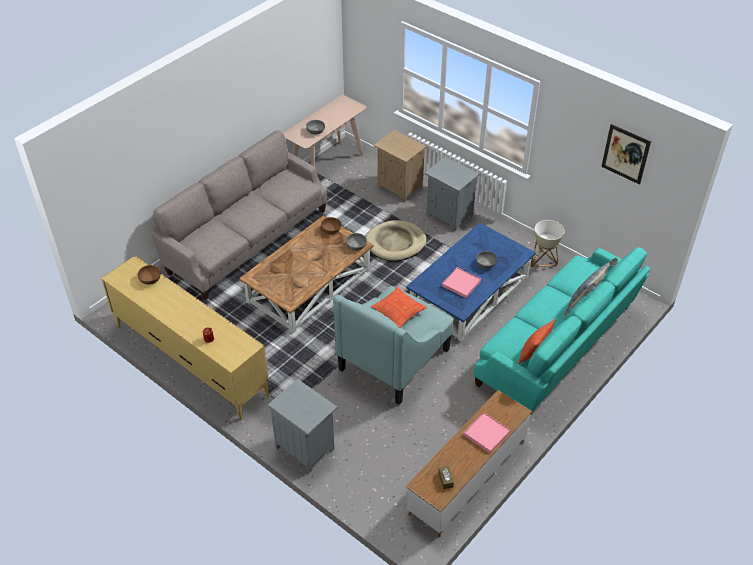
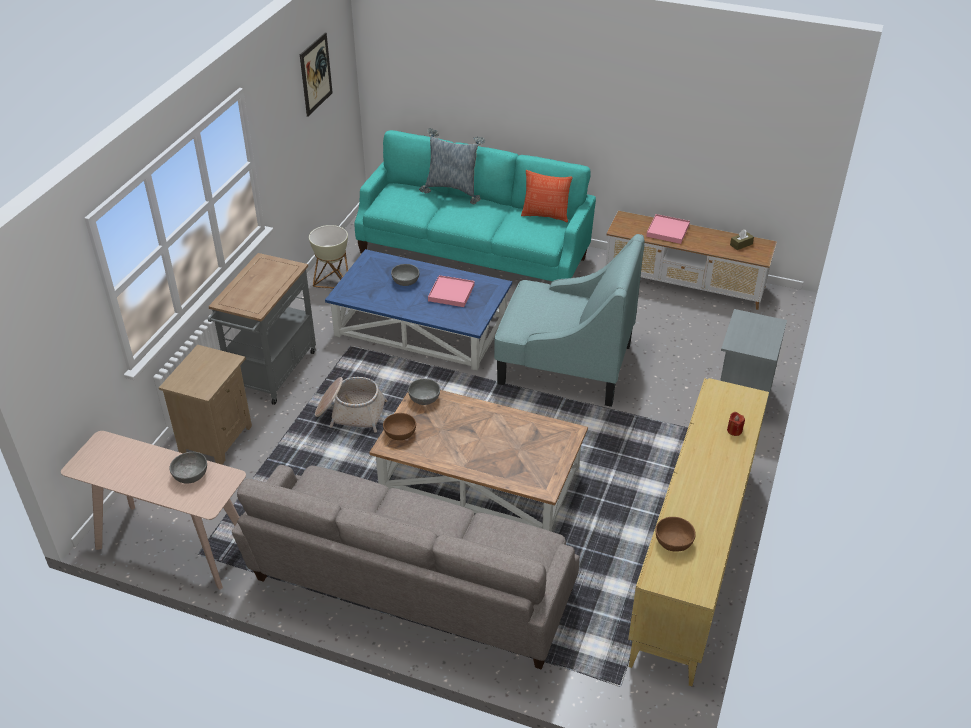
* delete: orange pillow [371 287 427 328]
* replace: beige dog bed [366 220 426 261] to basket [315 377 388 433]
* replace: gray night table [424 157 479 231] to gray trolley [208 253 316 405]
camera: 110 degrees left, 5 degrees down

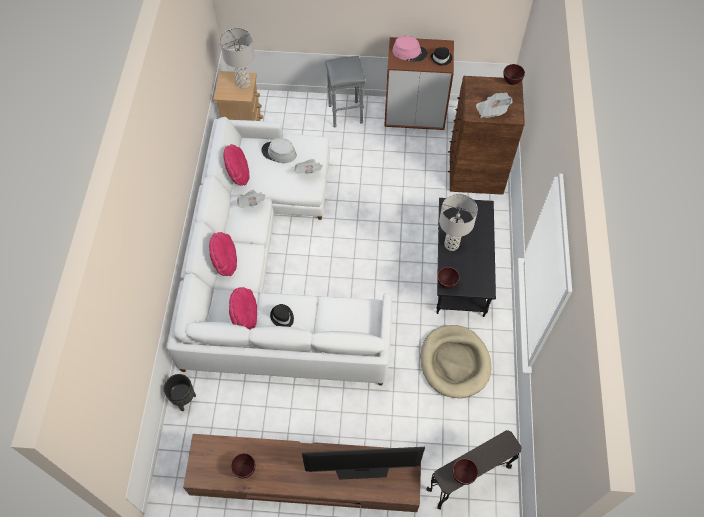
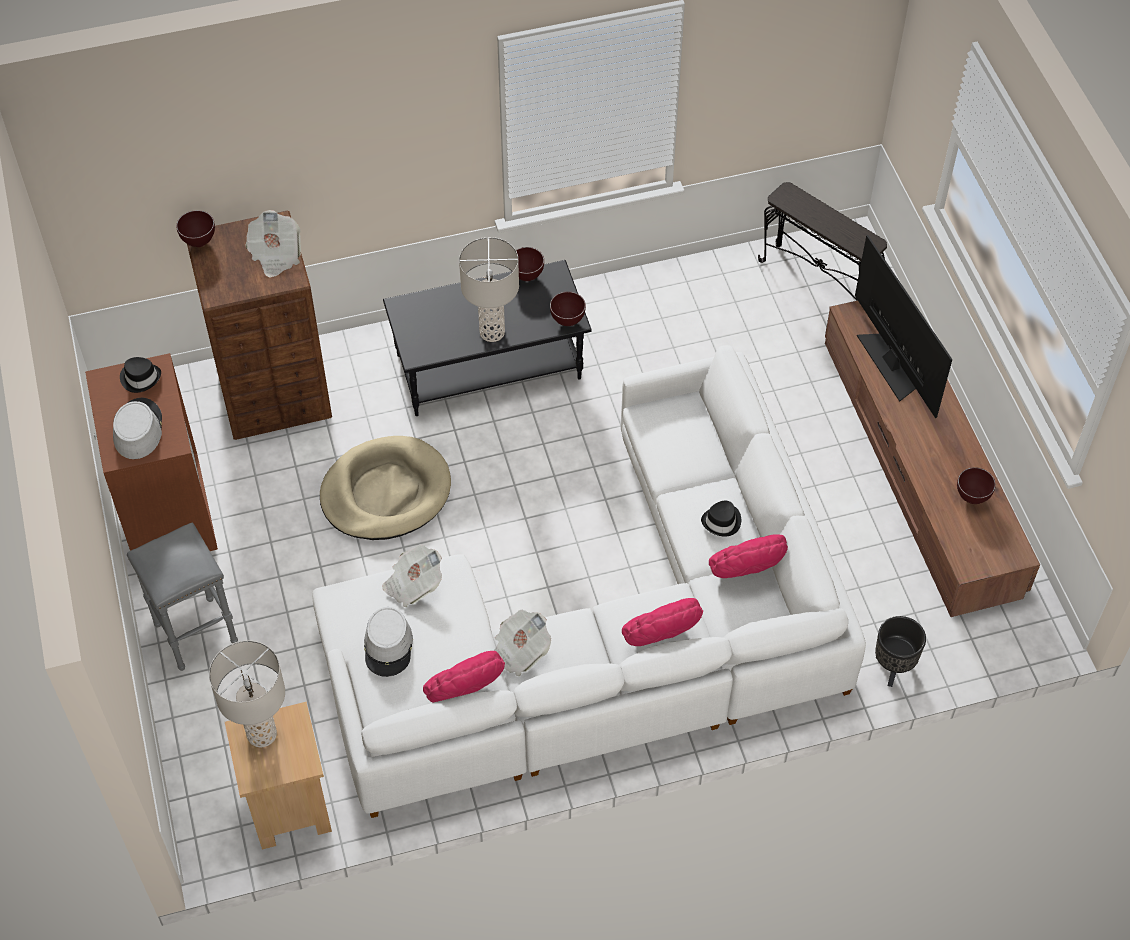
* move: beige dog bed [421 325 491 398] to [320 436 451 540]
* move: brown bowl [453 458 478 485] to [516 247 544 281]
* recolor: pink-coloured wearable hat [392 36 428 62] to gray wearable hat [113 398 162 459]
camera: 110 degrees left, 5 degrees down

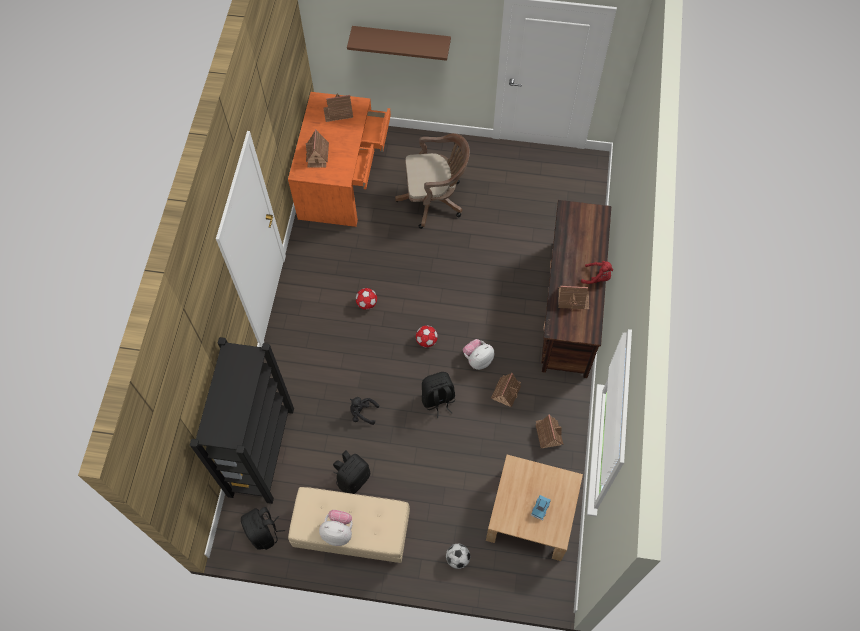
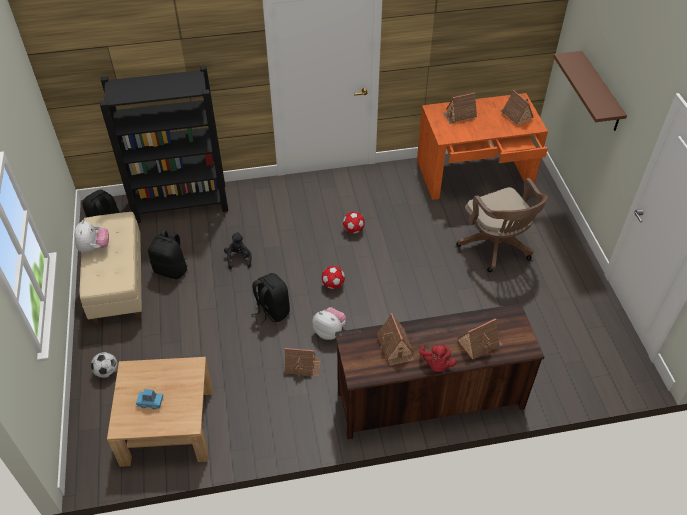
* move: toy house [536 415 563 448] to [457 319 503 359]
camera: 70 degrees right, 15 degrees down

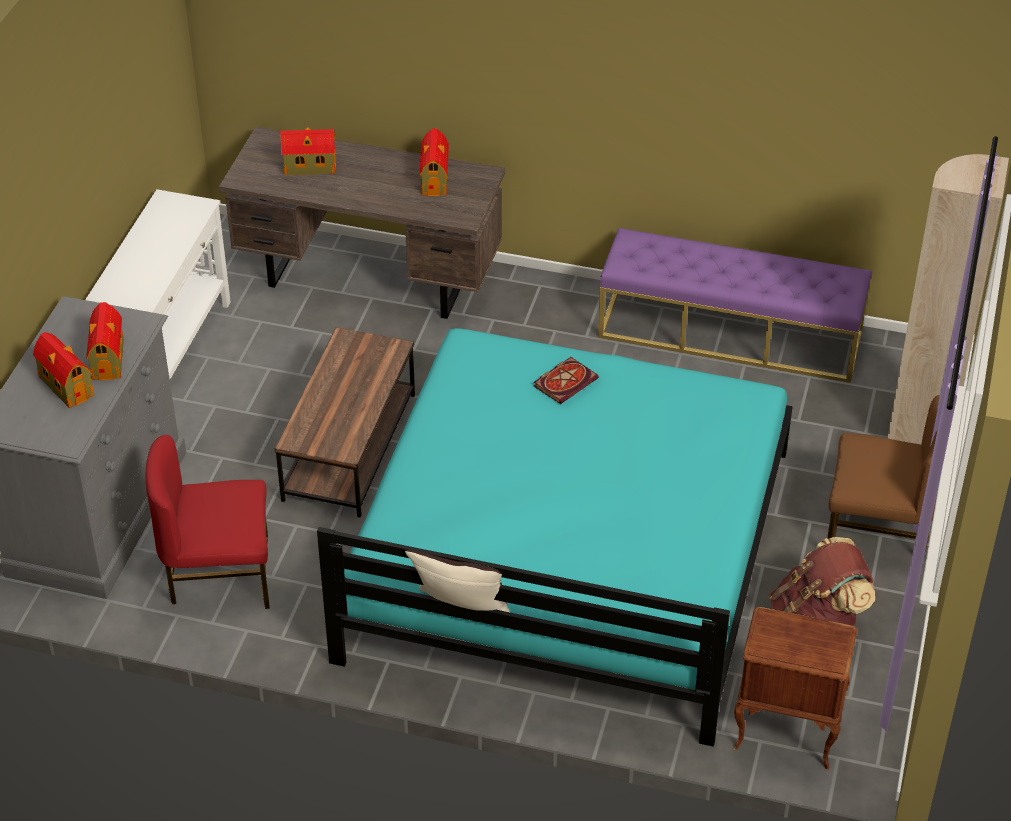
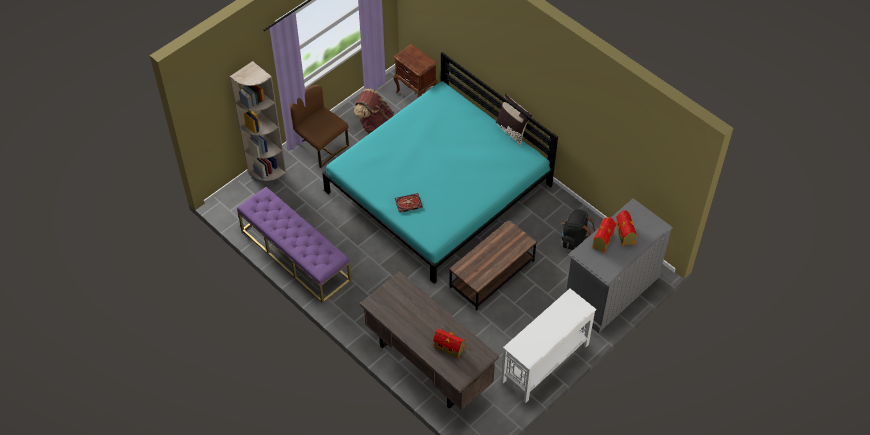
* delete: toy house [419 129 449 196]
* replace: red-coloured chair [146 435 270 609] to blackish rucksack [561 209 596 250]
camera: 150 degrees left, 10 degrees up

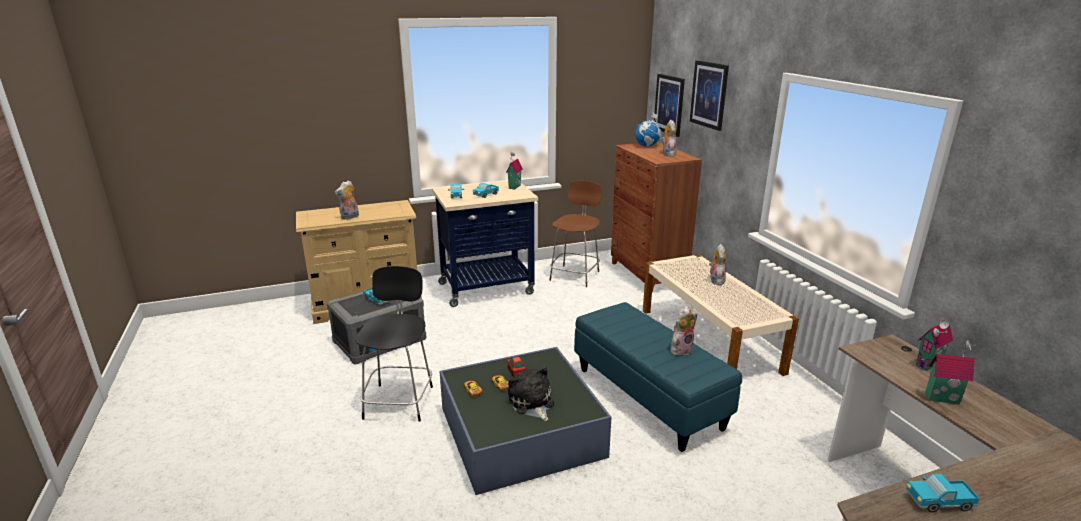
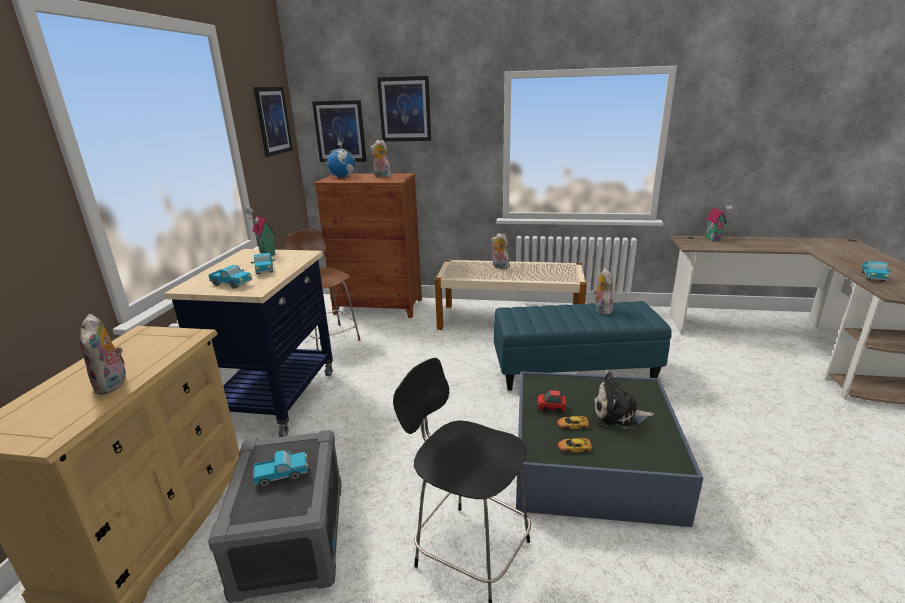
* delete: toy house [925 340 976 404]
* insert: wall art [253 87 292 157]
camera: 60 degrees left, 0 degrees up

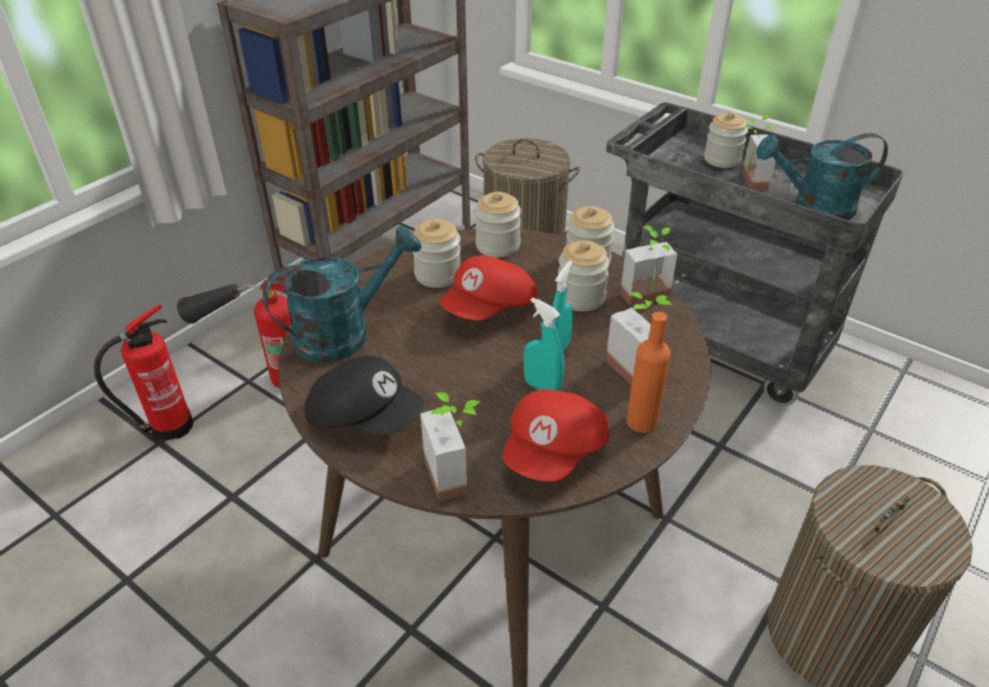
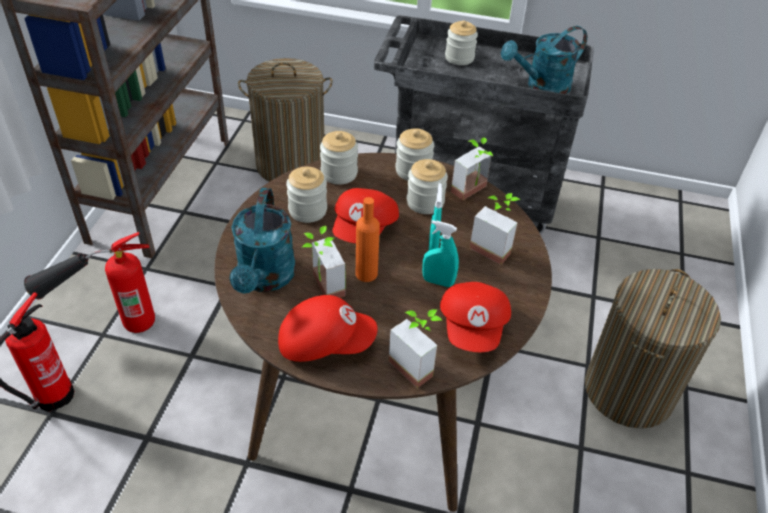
* move: orange beverage bottle [626 312 671 433] to [356 197 380 282]
* move: plant in a pot [742 115 776 190] to [302 226 345 298]
* recolor: blackish peaked cap [305 356 424 435] to red-coloured peaked cap [278 295 378 362]
* rotate: blue-green sprinkling can [263 226 422 363] = [230 188 296 294] 150 degrees clockwise
camera: 25 degrees left, 5 degrees up

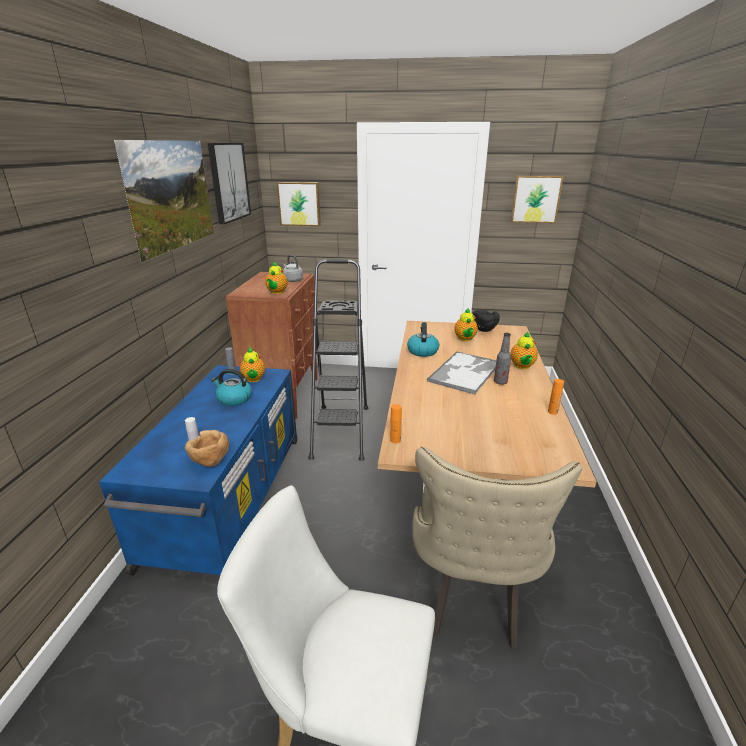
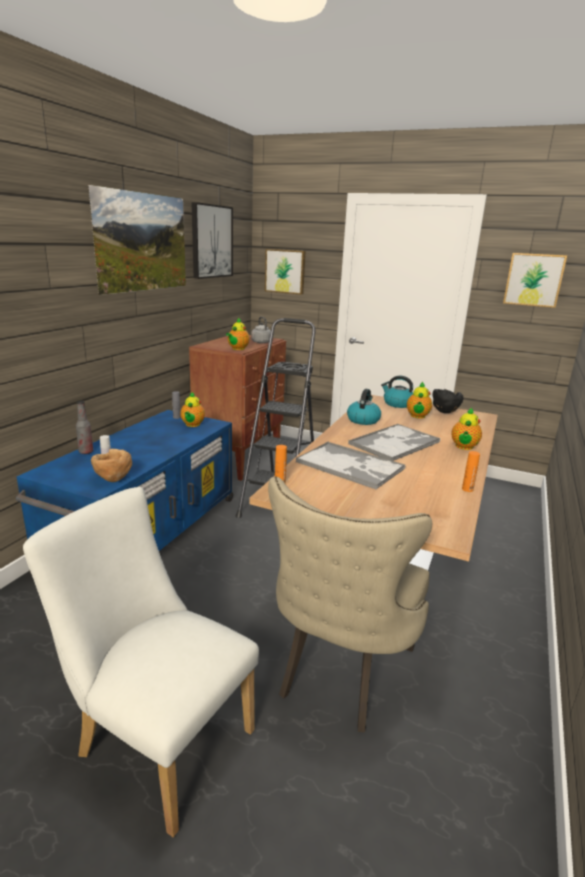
* insert: carrying tray [296 441 405 490]
* move: water kettle [211 369 252 406] to [381 376 413 408]
* move: beverage bottle [494 333 511 385] to [76 401 93 454]
camera: 15 degrees right, 5 degrees down

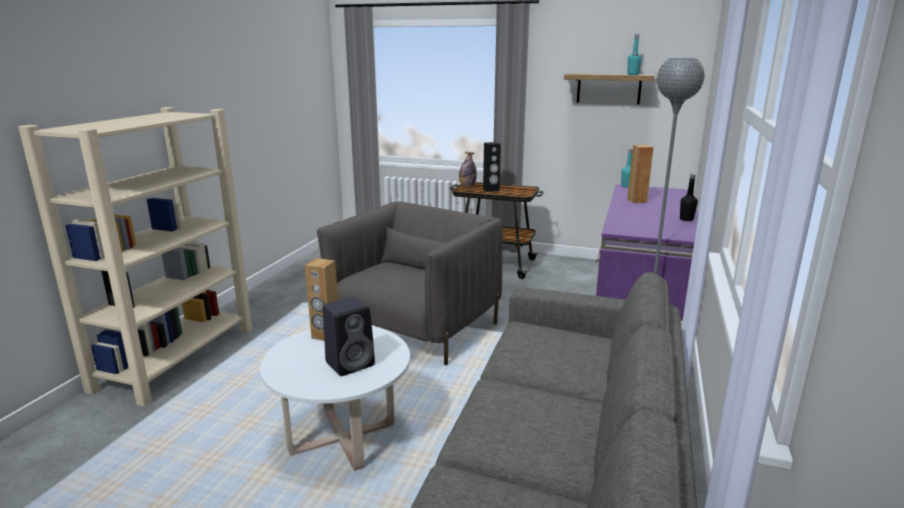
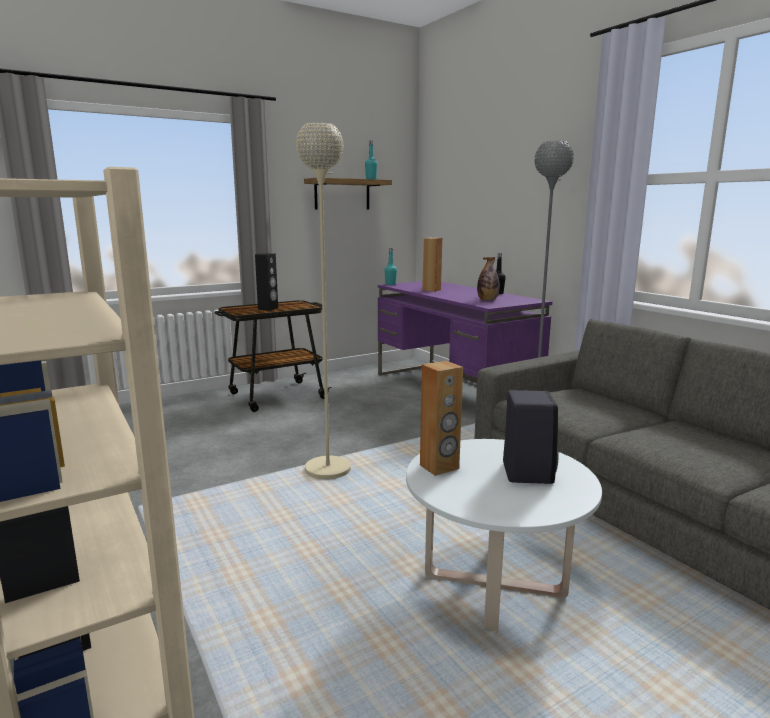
* move: beverage bottle [459 152 477 187] to [477 257 500 301]
* replace: gray armchair [317 202 503 365] to beige standard lamp [296 122 351 479]
camera: 50 degrees left, 5 degrees down

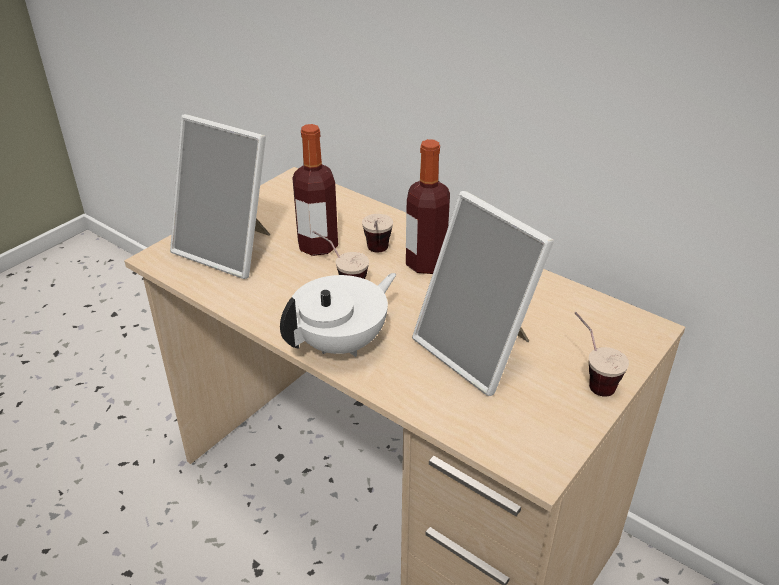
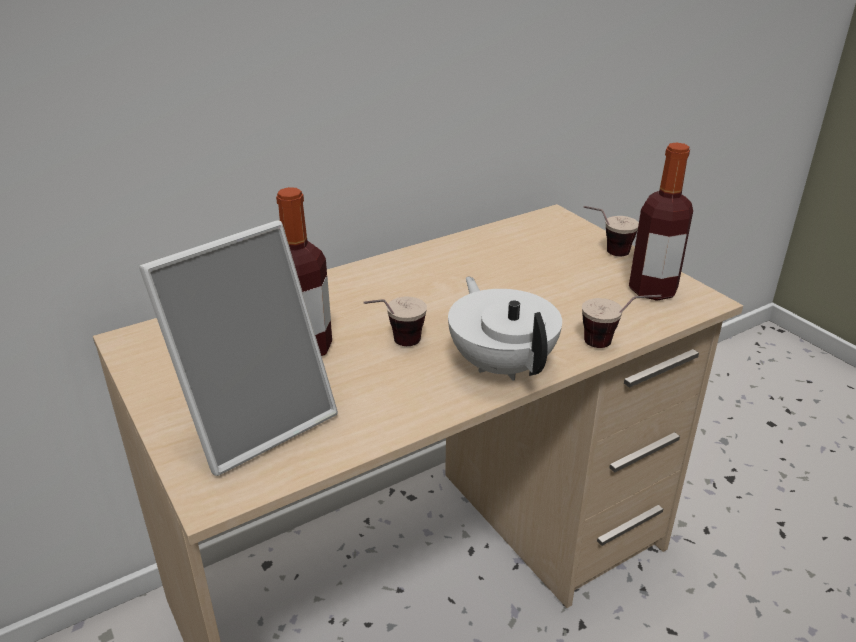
* delete: standing frame [412 191 554 396]
* move: small cup [362 214 393 252] to [582 295 661 348]
* move: beverage bottle [406 139 450 274] to [629 142 693 301]
camera: 70 degrees left, 5 degrees down

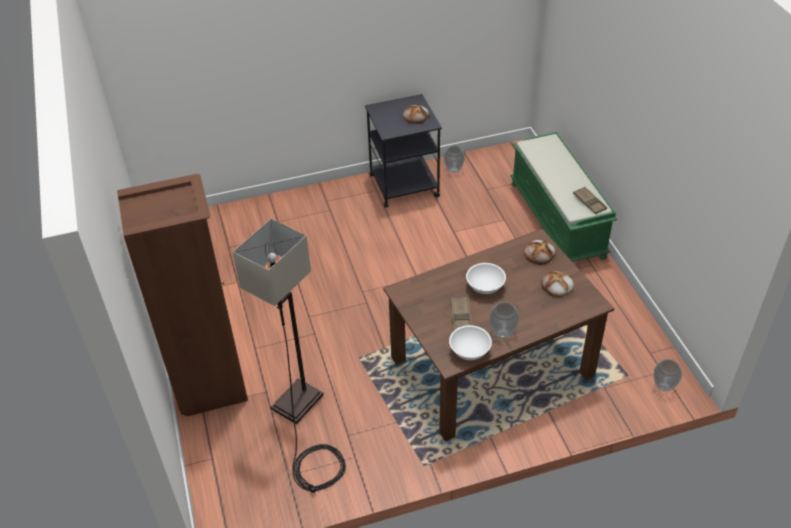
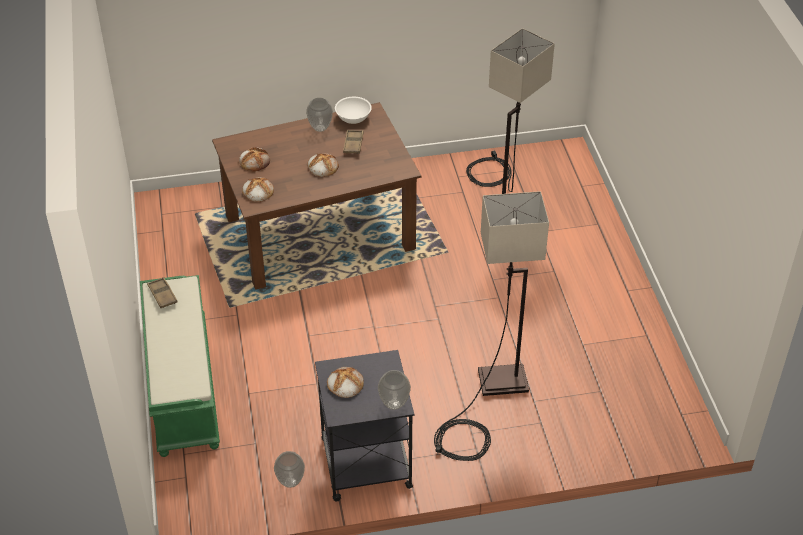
* delete: brown storage cabinet [117 174 248 416]
* insert: standard lamp [434 191 549 461]
* move: flower vase [654 359 682 391] to [378 370 411 410]
* replace: white bowl [466 263 506 294] to bakery bread [307 153 339 177]
camera: 175 degrees left, 0 degrees up

